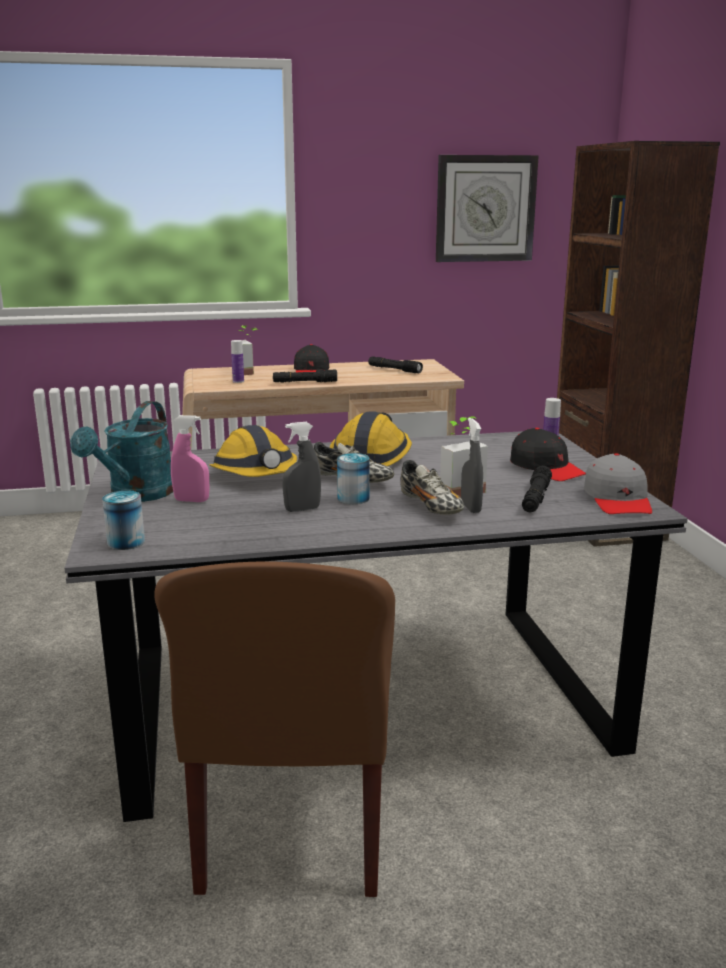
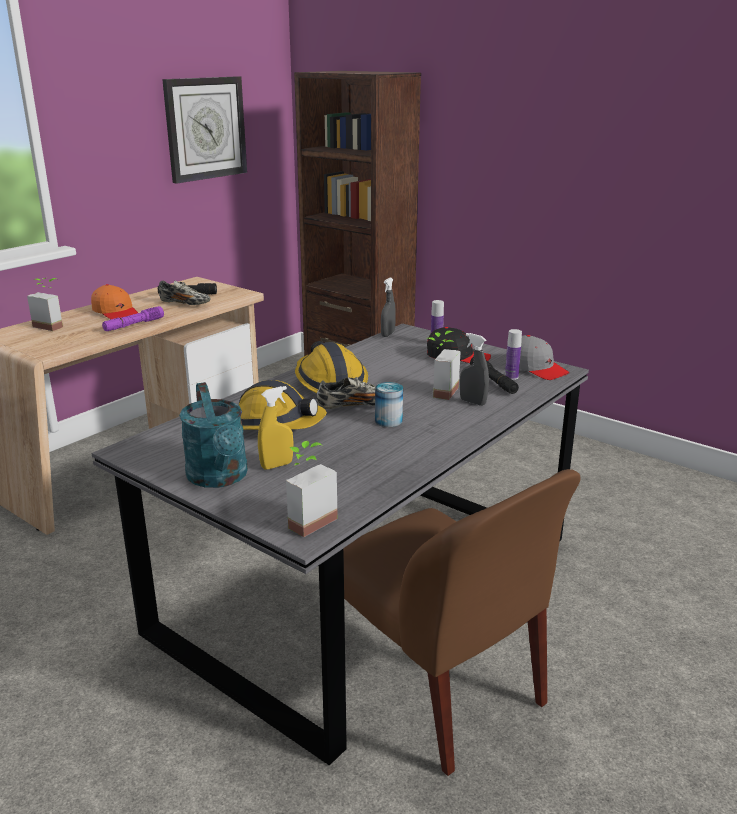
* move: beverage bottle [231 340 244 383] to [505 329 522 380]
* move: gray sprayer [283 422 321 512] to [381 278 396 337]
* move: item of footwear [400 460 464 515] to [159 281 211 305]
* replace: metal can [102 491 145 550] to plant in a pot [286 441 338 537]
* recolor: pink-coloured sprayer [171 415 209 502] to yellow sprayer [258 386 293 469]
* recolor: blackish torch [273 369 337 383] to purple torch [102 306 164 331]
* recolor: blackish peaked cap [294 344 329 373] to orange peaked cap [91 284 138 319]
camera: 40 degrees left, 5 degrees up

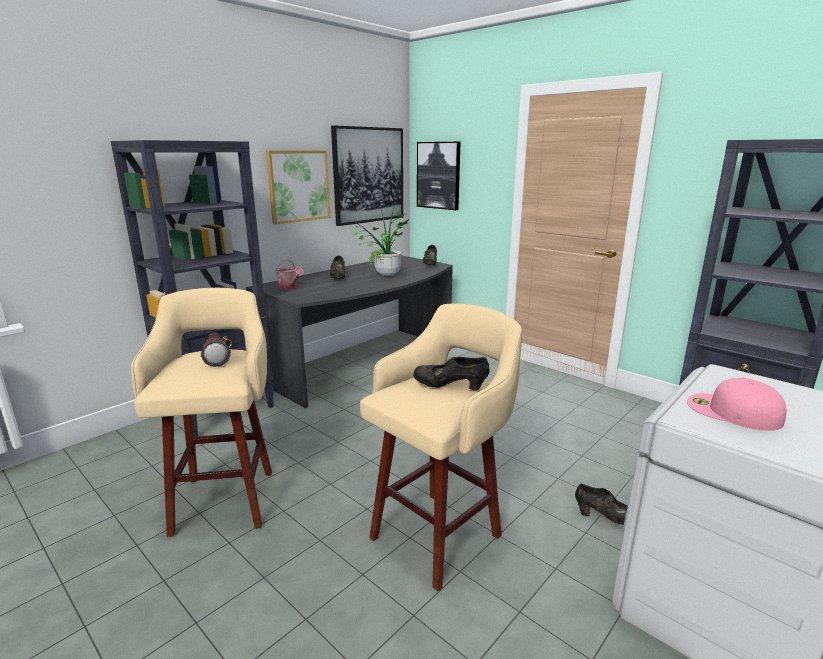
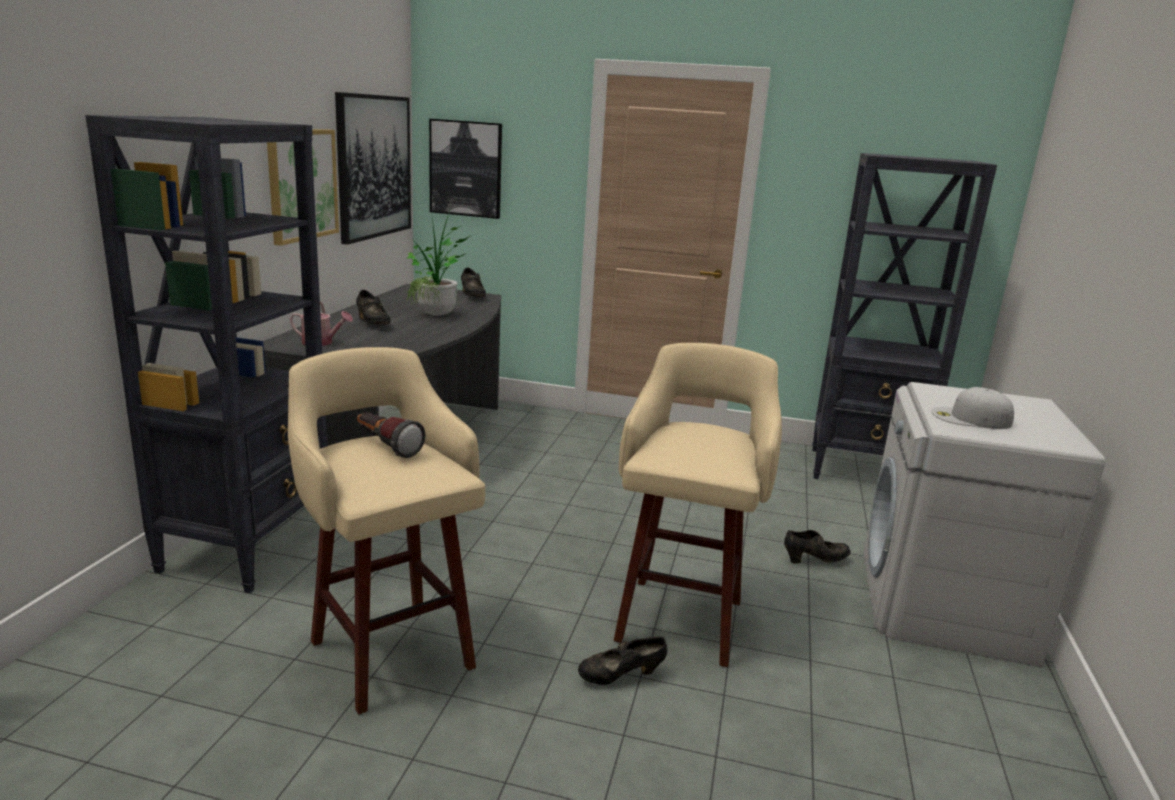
* move: blackish item of footwear [413 357 490 390] to [578 636 667 685]
* recolor: pink-coloured peaked cap [687 378 787 431] to white peaked cap [931 387 1014 429]
camera: 30 degrees left, 0 degrees up

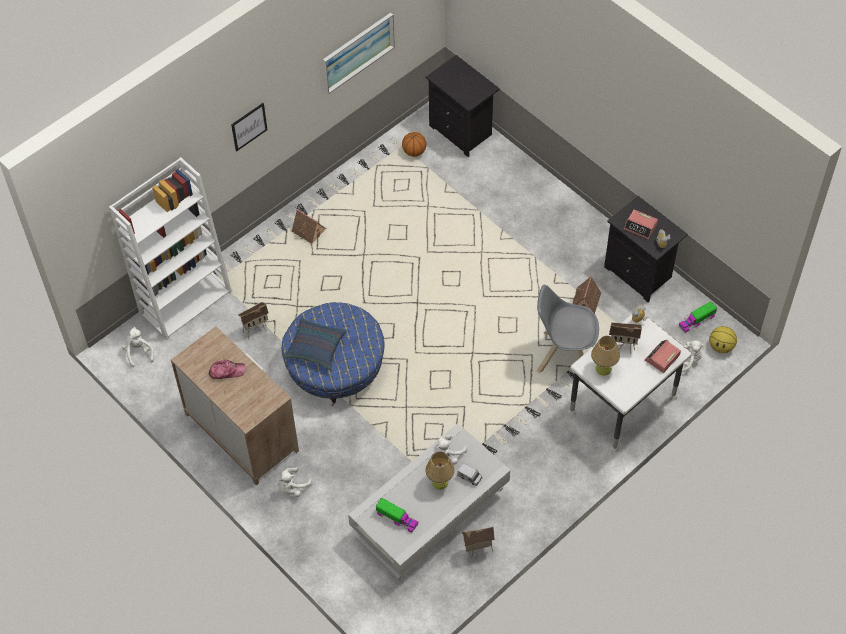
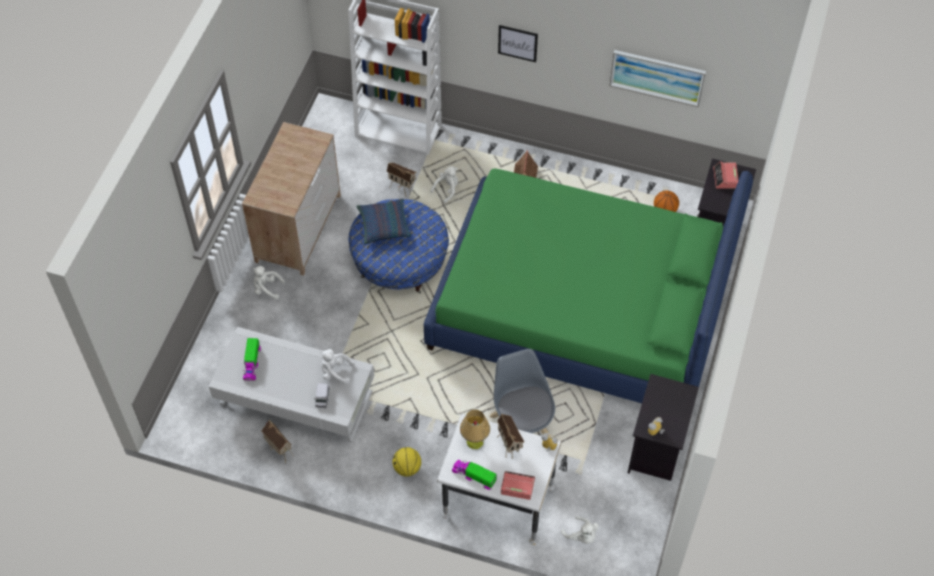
* delete: peaked cap [209 360 246 379]
* delete: lamp for a table [425 451 455 490]
* delete: toy house [572 276 601 314]
* insert: greenish bed [424 169 753 403]
* move: white soft toy [122 327 154 367] to [430 166 458 203]
* move: bedside clock [624 209 658 239] to [713 161 739 188]
* move: toy lorry [679 301 717 333] to [452 460 497 490]
* move: basketball ball [709 326 737 353] to [392 447 421 477]
camera: 60 degrees right, 0 degrees up

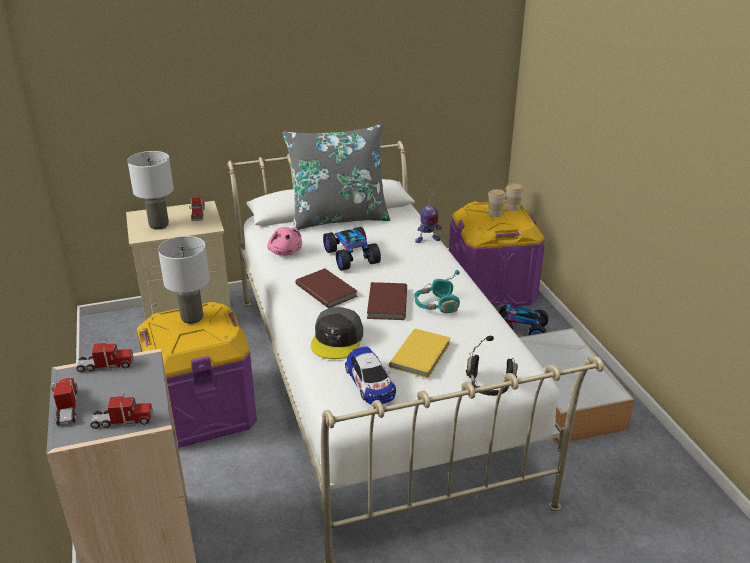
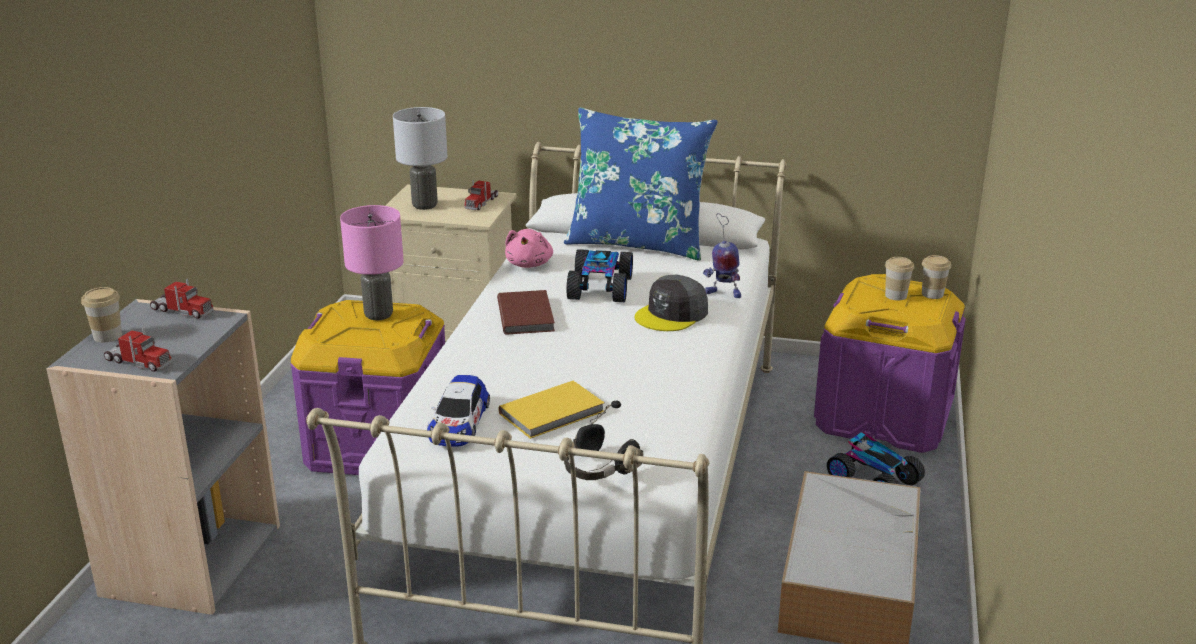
* delete: brown book [367 282 407 320]
* delete: blue-green headset [414 270 460 313]
* move: gray peaked cap [311 307 363 359] to [634 275 708 331]
* replace: toy lorry [52 378 78 426] to small cup [81 287 122 342]
* recolor: white lamp for a table [158 236 210 324] to pink-coloured lamp for a table [340 205 404 321]
* recolor: gray pillow [283 124 390 230] to blue pillow [564 107 718 261]
camera: 30 degrees right, 5 degrees down

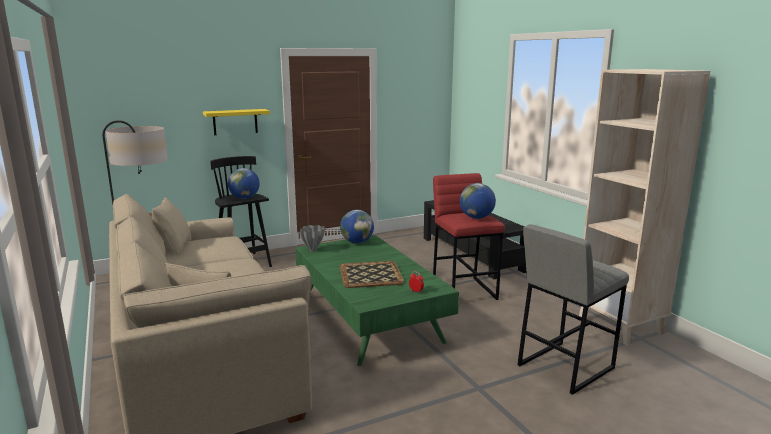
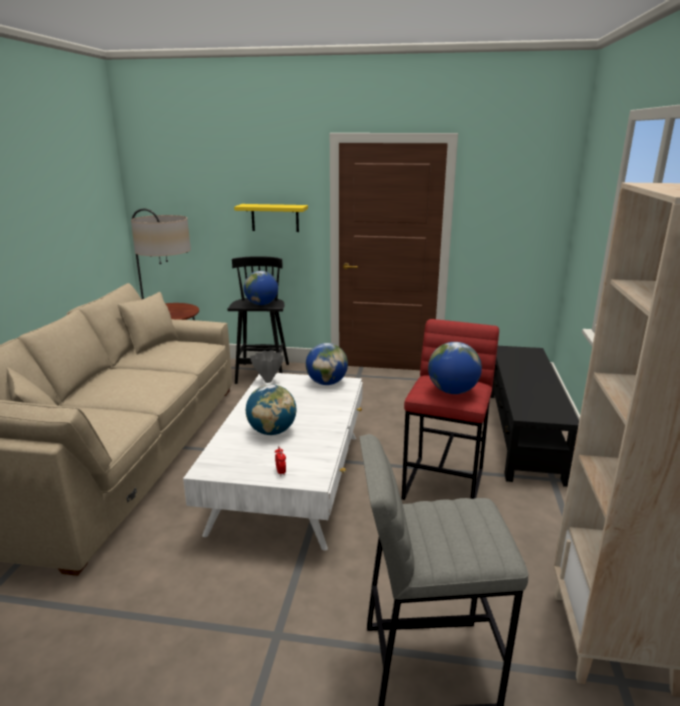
* replace: carrying tray [339 261 404 288] to world globe [246 384 297 435]
* recolor: greenish coffee table [295 235 459 366] to white coffee table [183 373 363 551]
camera: 35 degrees right, 5 degrees up

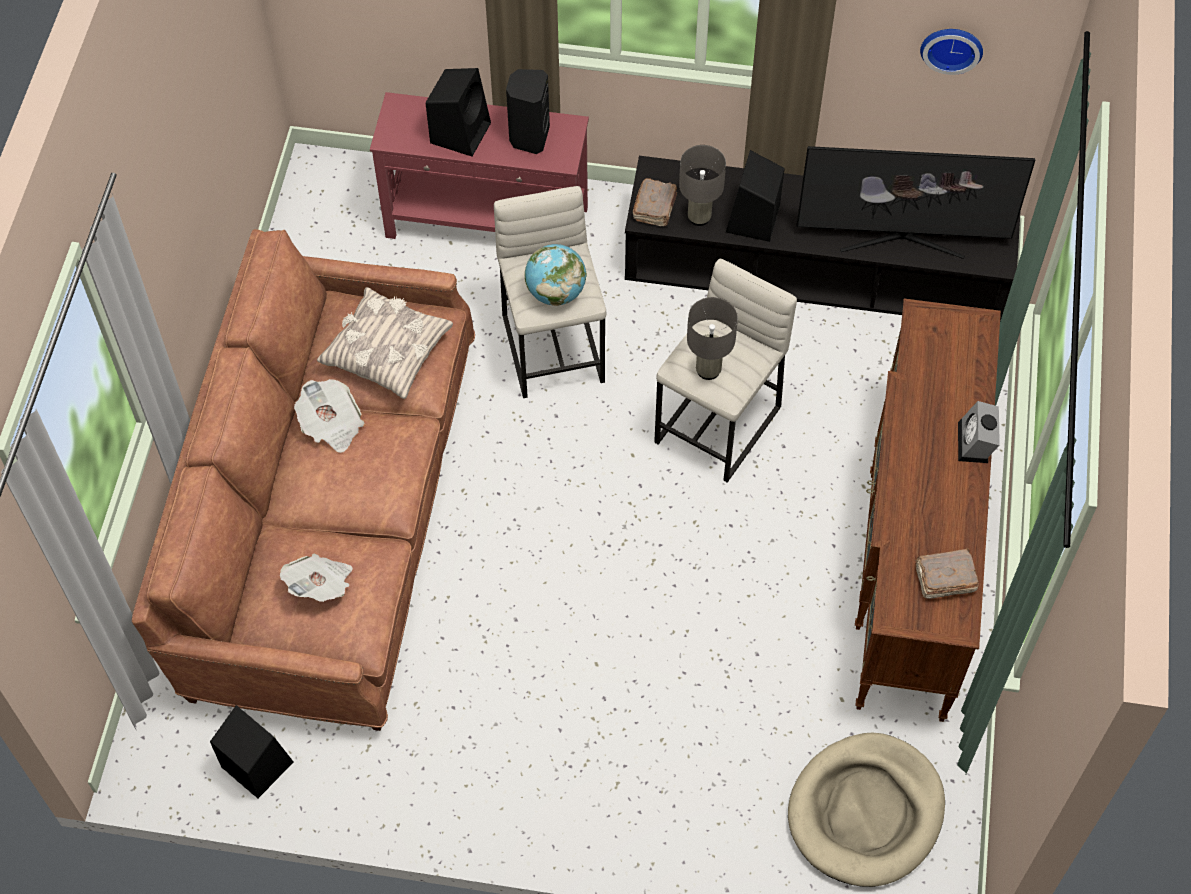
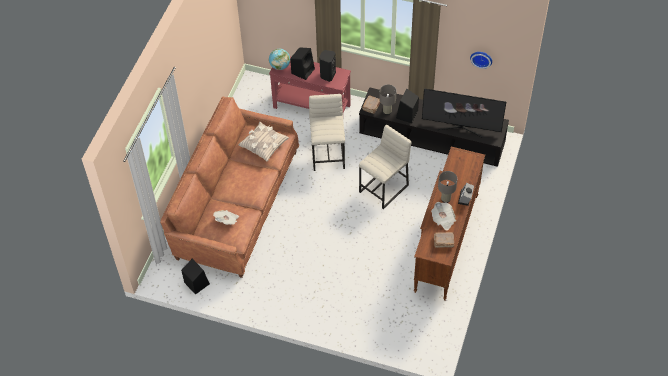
* delete: beige dog bed [788 732 945 887]
* move: printed paper [294 379 364 453] to [431 202 456 231]
* move: world globe [525 244 586 306] to [269 49 290 70]
* move: gray lamp for a table [687 297 738 380] to [438 171 457 203]
camera: 10 degrees right, 5 degrees down

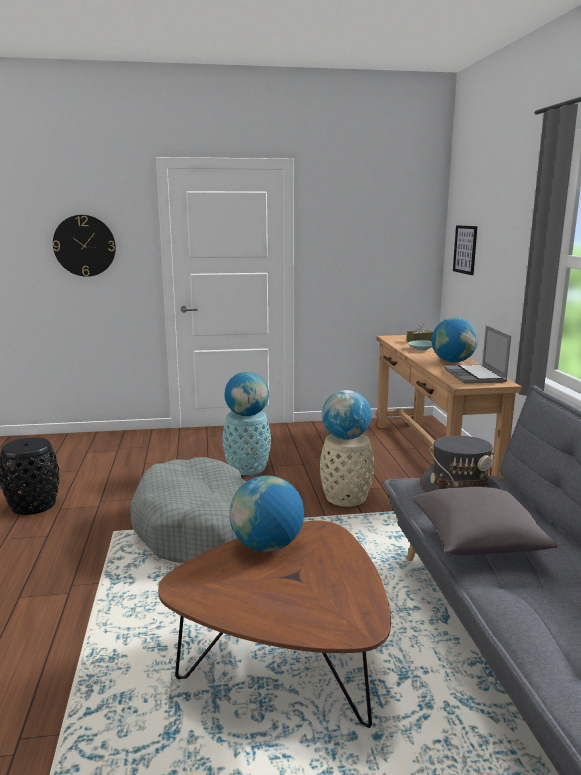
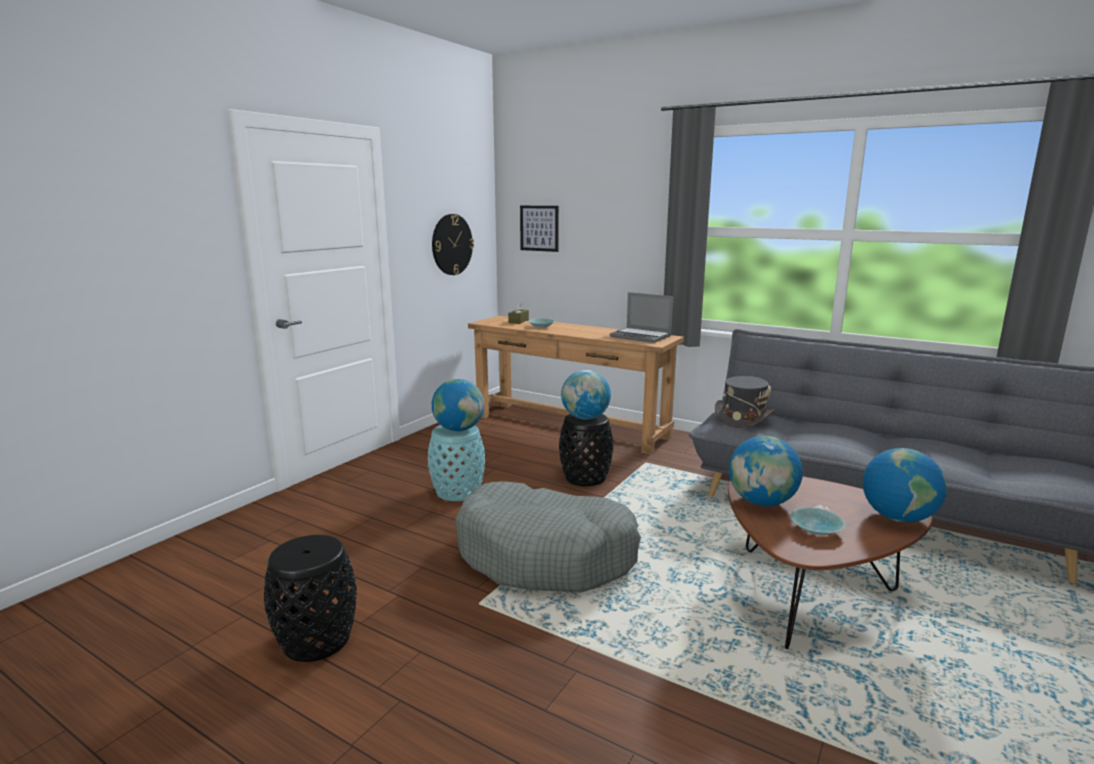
* delete: gray pillow [411 487 557 555]
* insert: blue-green bowl [790 507 845 535]
* move: hanging clock [53 215 116 277] to [432 214 474 275]
* move: world globe [431 317 478 362] to [863 448 947 522]
* recolor: beige stool [320 434 374 507] to blackish stool [559 414 613 486]
camera: 50 degrees left, 0 degrees up

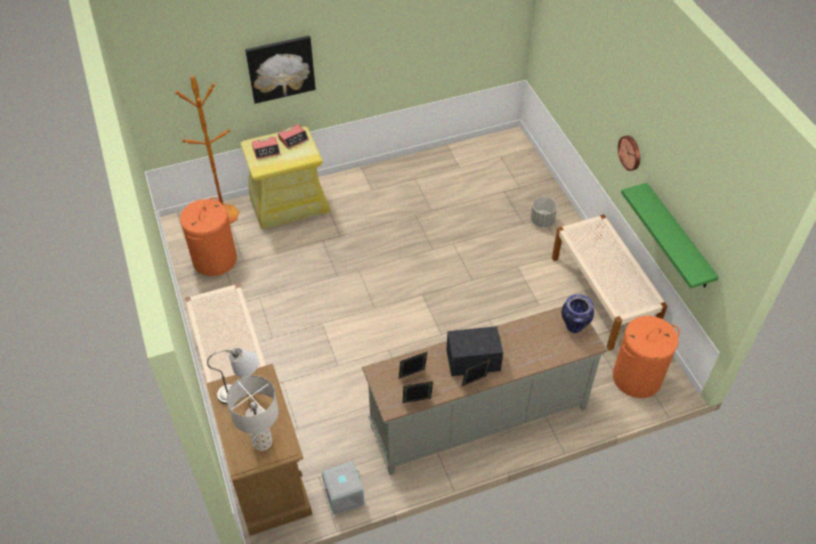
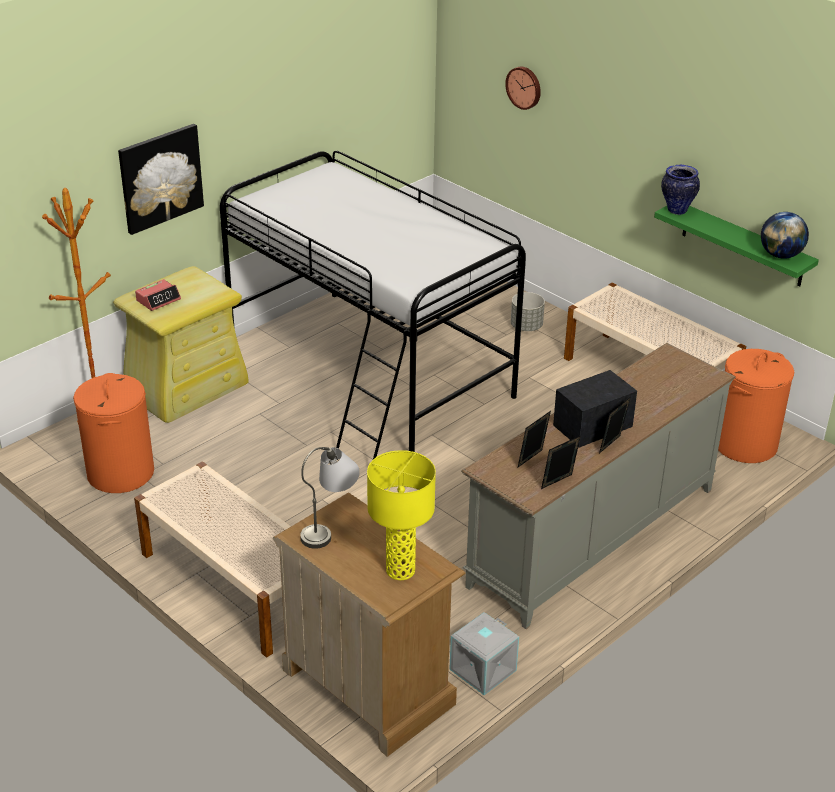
* delete: bedside clock [278 124 309 149]
* insert: blackish bed [220 151 526 459]
* insert: world globe [761 212 809 259]
* move: flower vase [561 294 594 333] to [661 165 700 215]
* move: hanging clock [618 135 640 171] to [505 66 541 110]
* recolor: white lamp for a table [227 376 279 451] to yellow lamp for a table [367 450 436 580]
camera: 25 degrees left, 15 degrees down

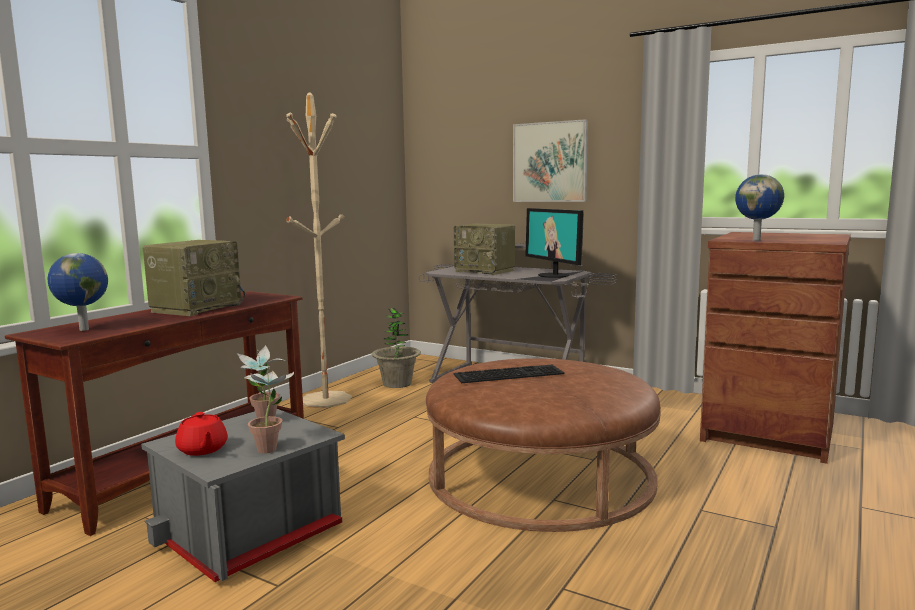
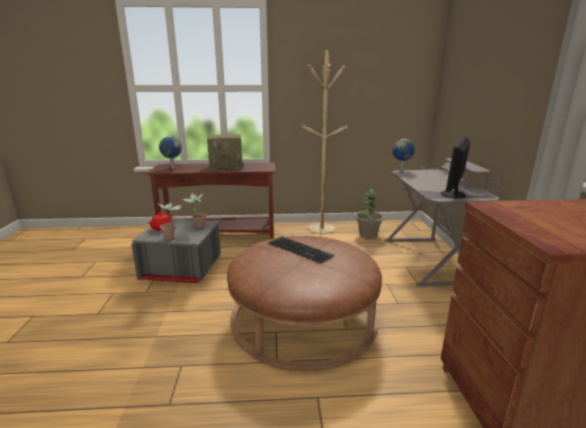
* delete: radio receiver [454 224 515 275]
* delete: wall art [513 119 588 202]
* move: world globe [735 174 784 241] to [392 139 415 171]
camera: 55 degrees right, 10 degrees up

